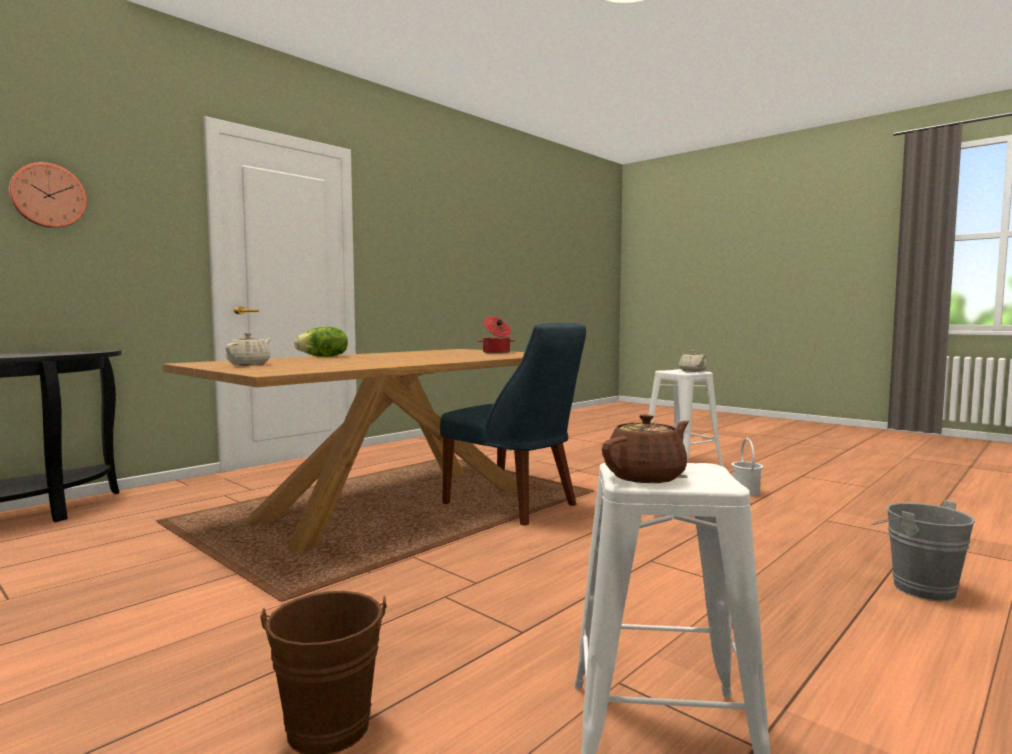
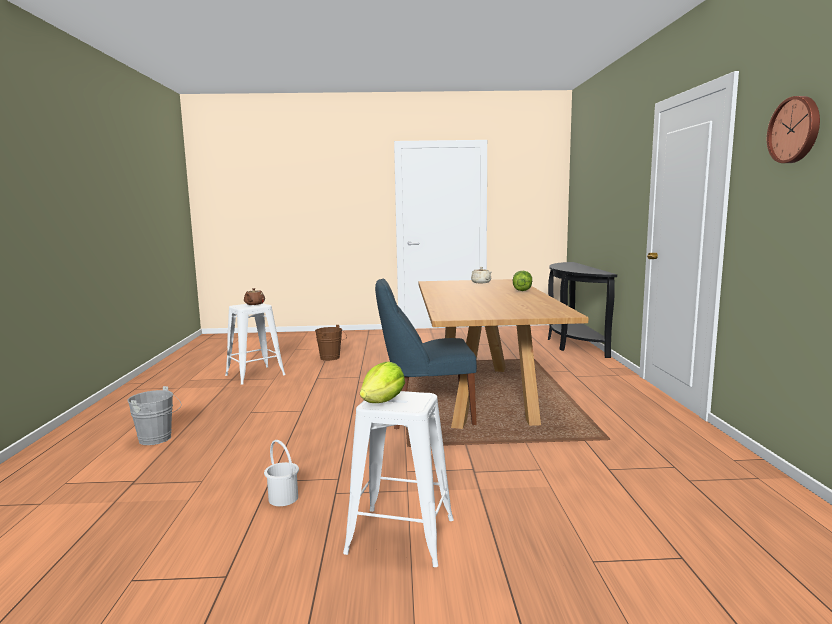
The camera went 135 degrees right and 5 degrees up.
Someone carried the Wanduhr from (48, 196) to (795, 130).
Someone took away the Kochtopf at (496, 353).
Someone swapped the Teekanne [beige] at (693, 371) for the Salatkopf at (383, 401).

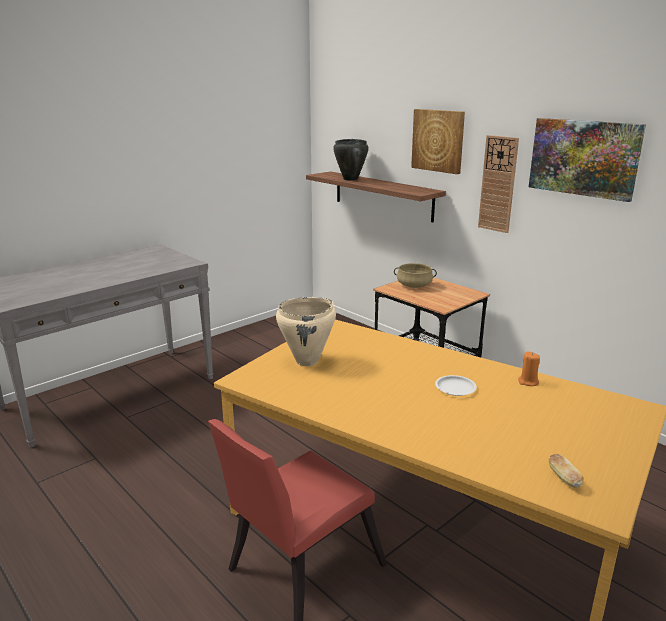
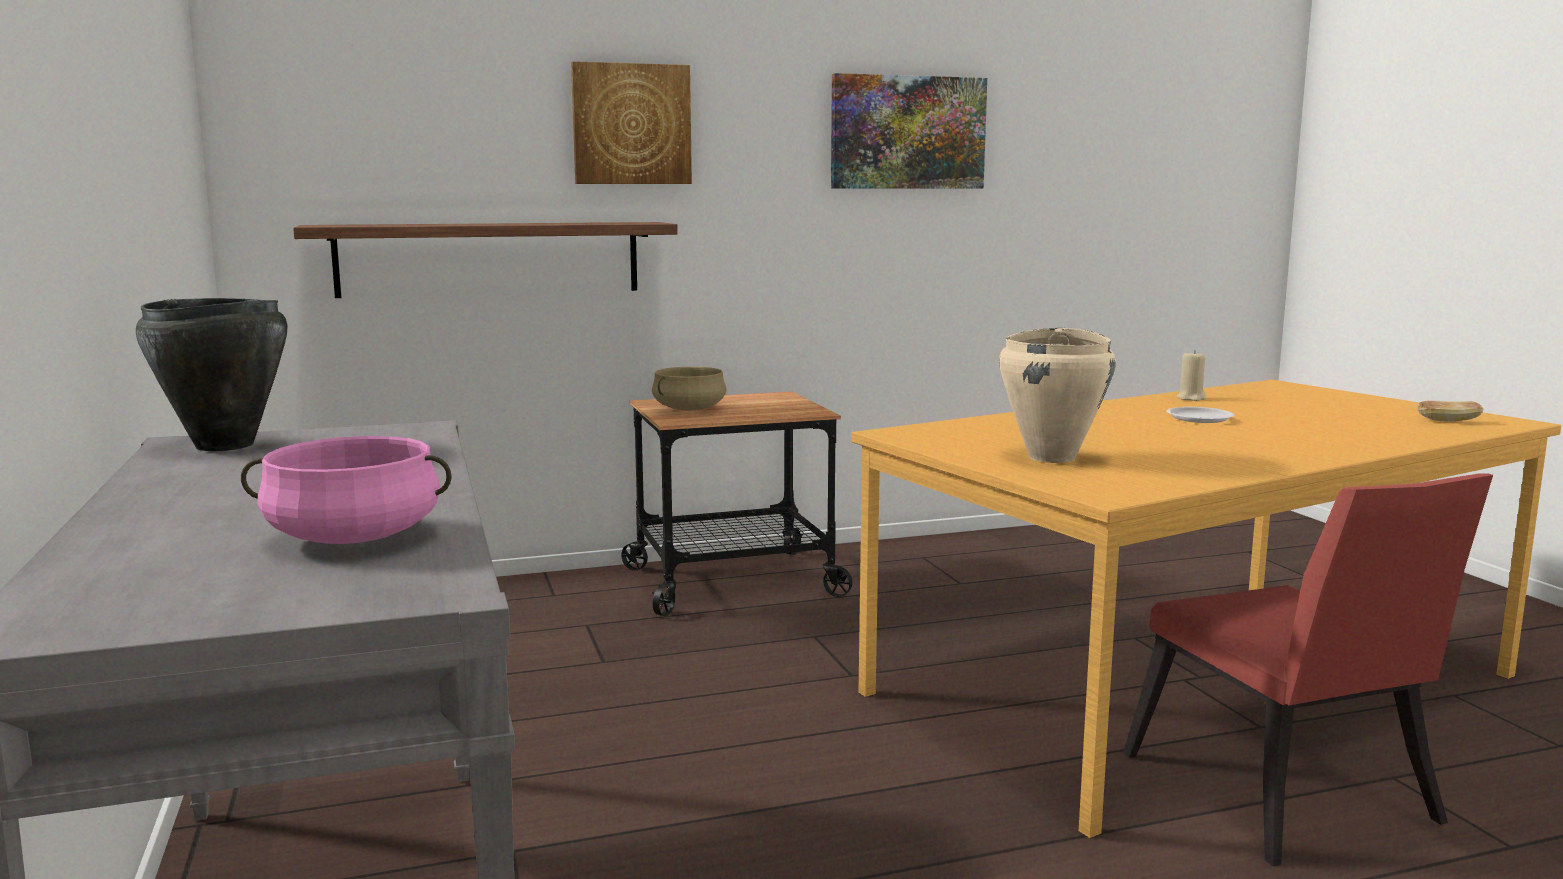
The camera went 65 degrees left and 10 degrees down.
Someone carried the Kochtopf [schwarz] from (350, 179) to (224, 446).
Someone took away the Wanduhr at (498, 184).
Someone repainted the Kerze [orange] at (528, 382), which became the Kerze [beige] at (1191, 398).
Someone put down the Kochtopf [rosa] at (353, 538).

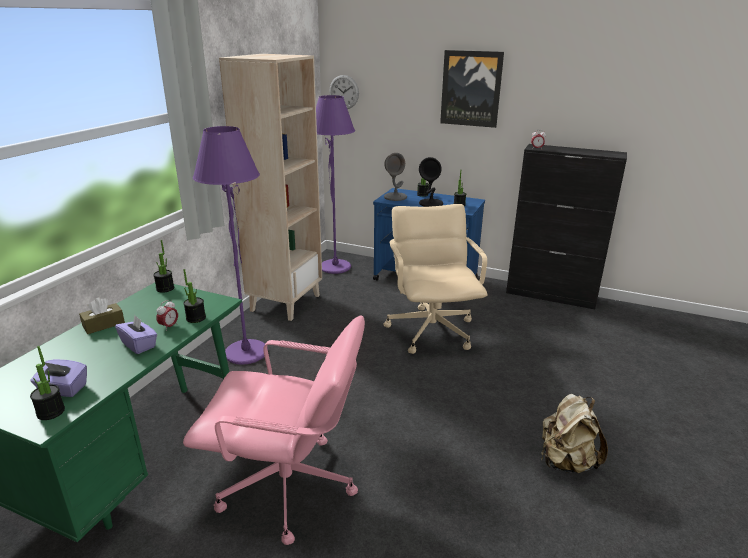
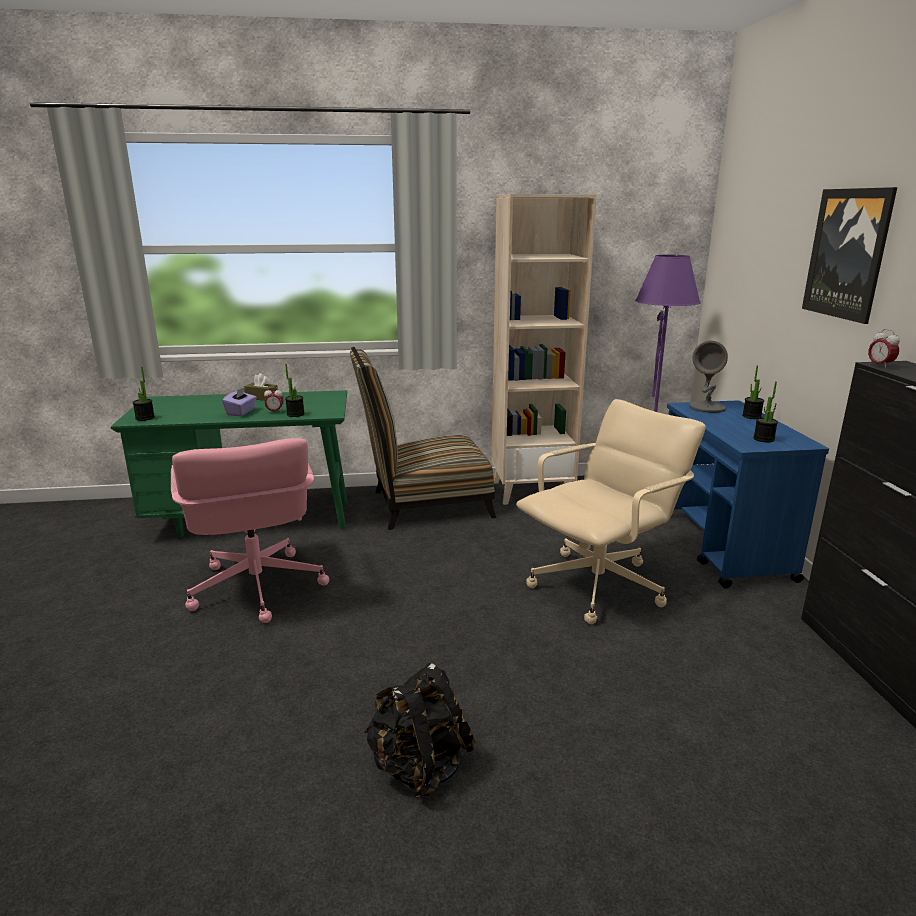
The camera went 60 degrees right and 5 degrees down.
Someone took away the Taschentuchbox [lila] at (63, 389).
Someone took away the Topfpflanze at (165, 288).
Someone swapped the Stehlampe [lila] at (246, 353) for the Stuhl at (423, 505).
Someone took away the Wanduhr at (344, 92).
Someone took away the Tischlampe [schwarz] at (431, 203).
Someone repainted the Rucksack [beige] at (566, 462), which became the Rucksack [schwarz] at (419, 767).

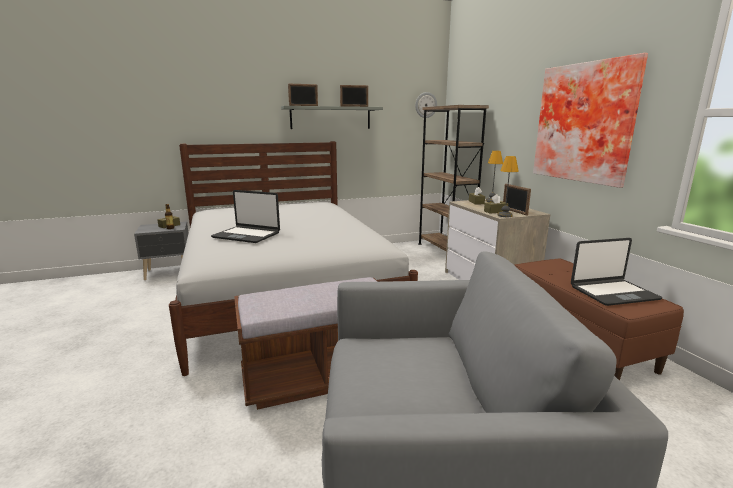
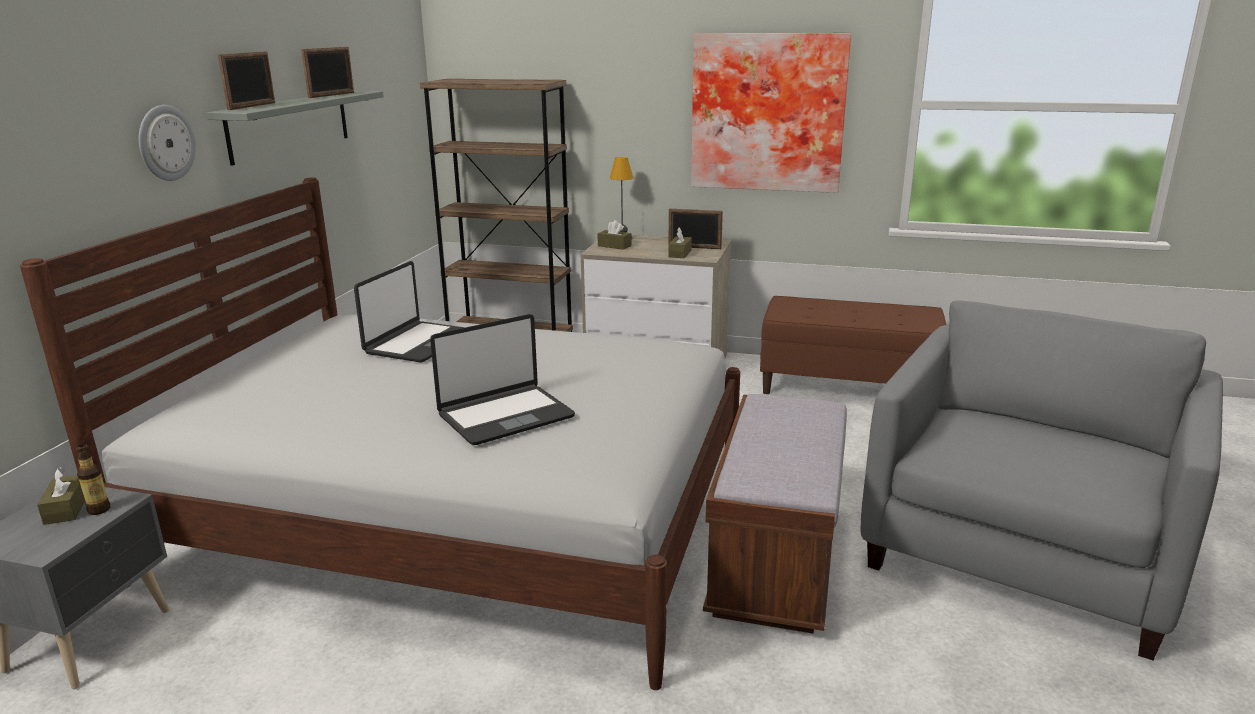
The camera went 55 degrees left and 5 degrees up.
Someone carried the Wanduhr from (425, 105) to (165, 143).
Someone took away the Tischlampe at (505, 215).
Someone carried the Laptop from (613, 293) to (418, 343).

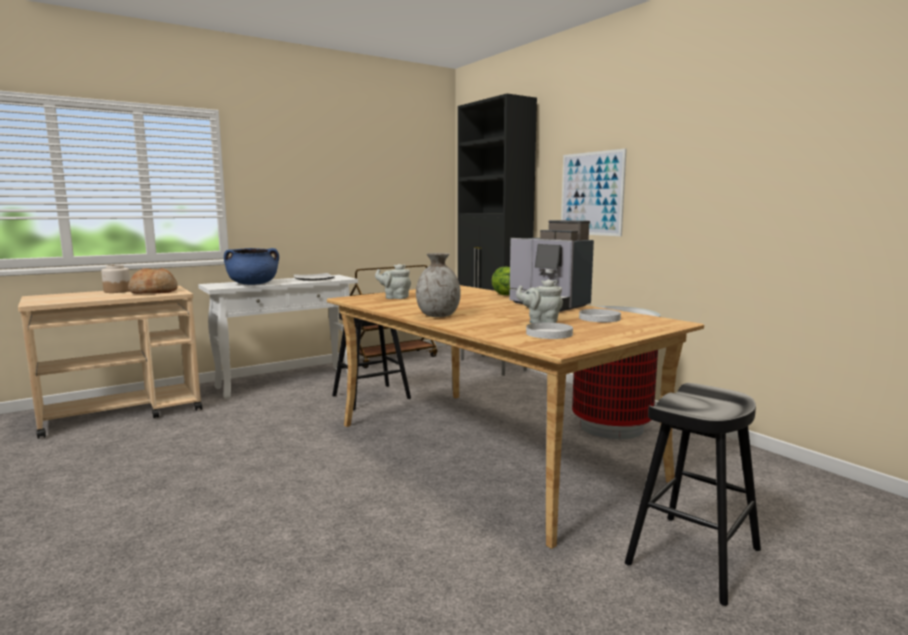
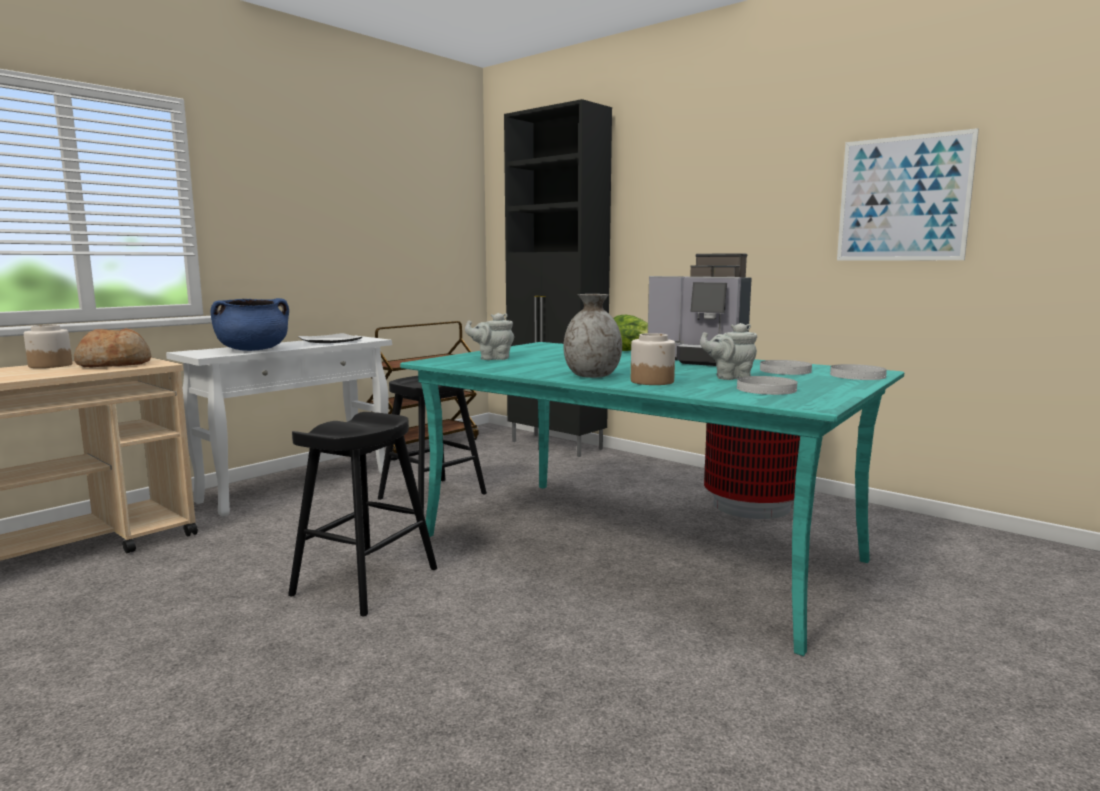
The camera went 15 degrees left and 0 degrees up.
Someone repainted the Esstisch [beige] at (491, 450), which became the Esstisch [türkis] at (638, 547).
Someone carried the Bild from (591, 193) to (903, 199).
Someone carried the Hocker [schwarz] from (694, 556) to (366, 581).
Someone put down the Vorratsglas at (652, 381).
Someone put down the Teller [weiß] at (857, 375).

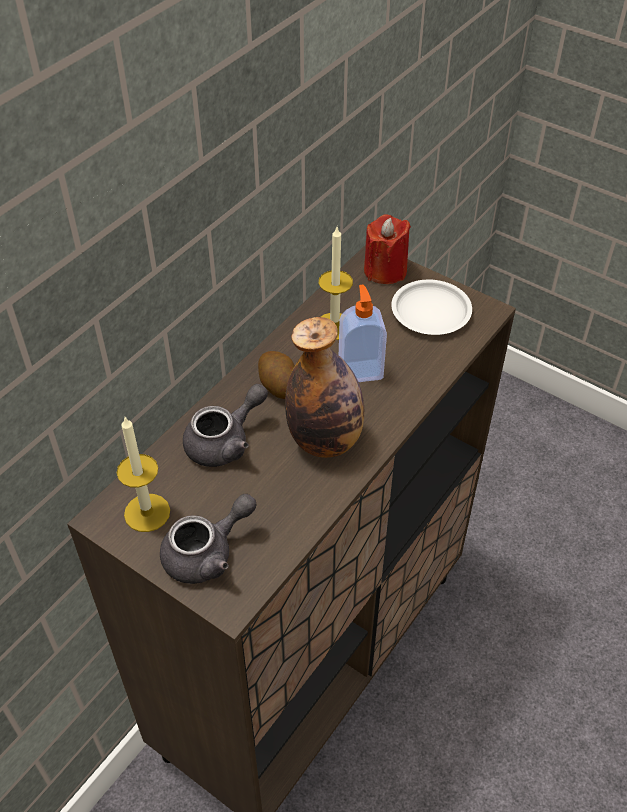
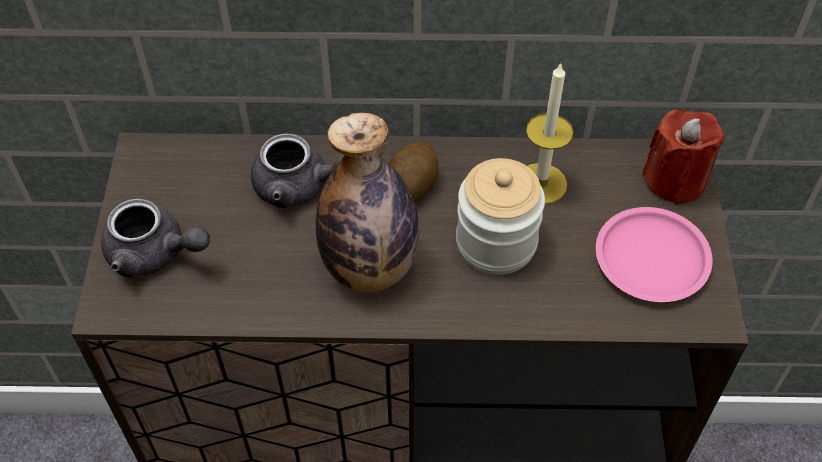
The camera went 55 degrees right and 5 degrees up.
Someone took away the Kerze at (147, 512).
Someone swapped the Seifenspender at (360, 370) for the Vorratsglas at (496, 243).
Someone repainted the Teller [weiß] at (431, 312), which became the Teller [rosa] at (652, 260).

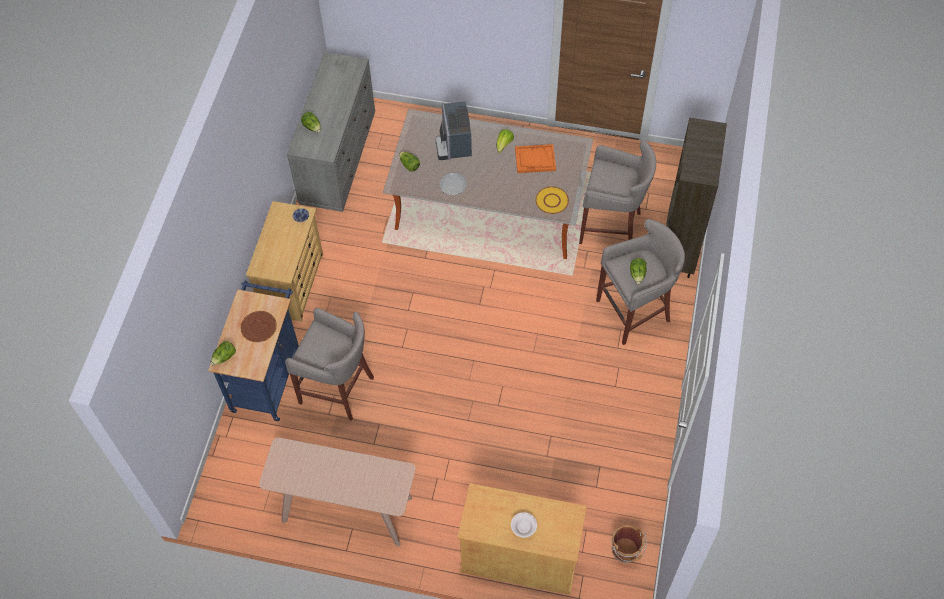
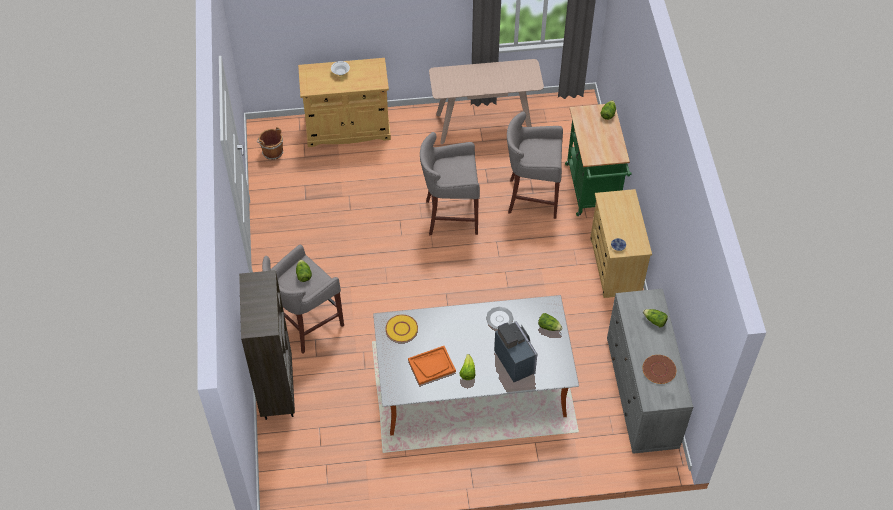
The camera went 160 degrees right and 5 degrees down.
Someone repainted the Rollwagen [blau] at (268, 375), which became the Rollwagen [grün] at (592, 192).
Someone carried the Teller [braun] from (258, 327) to (659, 369).
Someone carried the Hocker [grau] from (612, 227) to (450, 216).

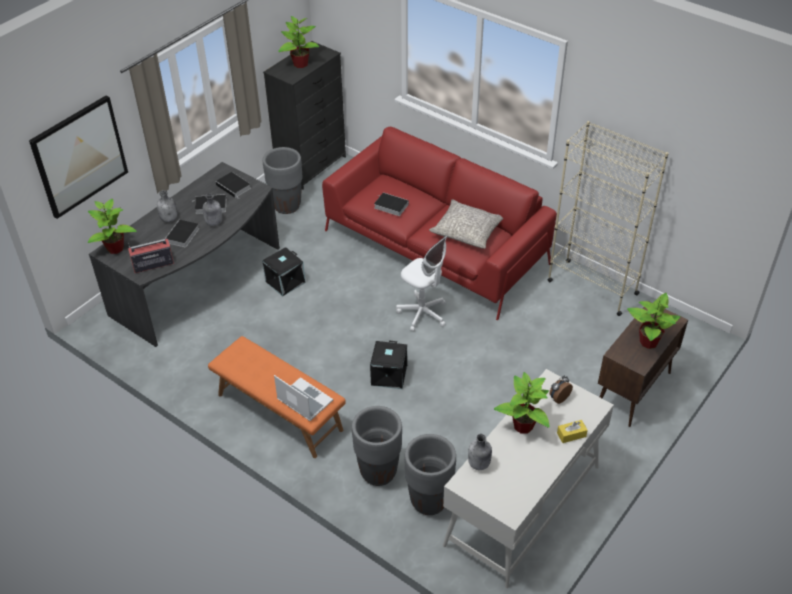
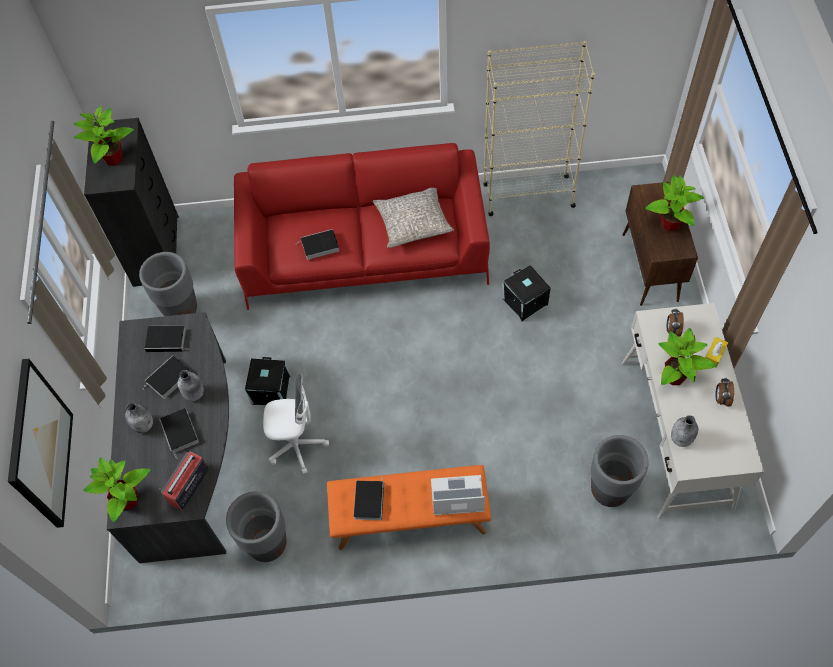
The camera went 40 degrees left and 15 degrees up.
Someone carried the Pflanzkübel [grau] from (378, 472) to (268, 545).
Someone carried the Aufbewahrungsbox [schwarz] from (388, 375) to (524, 302).
Someone carried the Bürostuhl [weiß] from (423, 314) to (297, 446).
Someone put down the Buch at (369, 500).
Someone put down the Wecker at (721, 399).

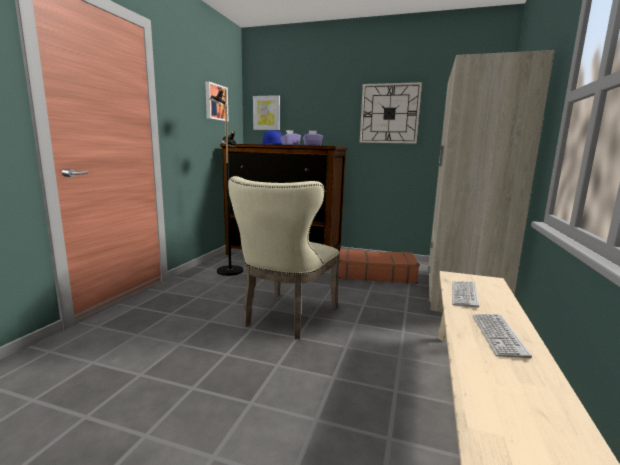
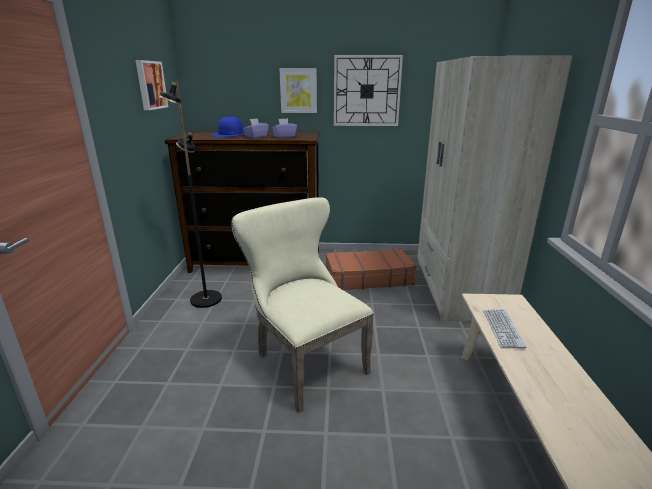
The camera went 15 degrees left and 10 degrees up.
Someone rotated the Stuhl [beige] at (286, 318) by 135 degrees clockwise.
Someone carried the Bild from (266, 113) to (298, 91).
Someone took away the Tastatur at (498, 335).

